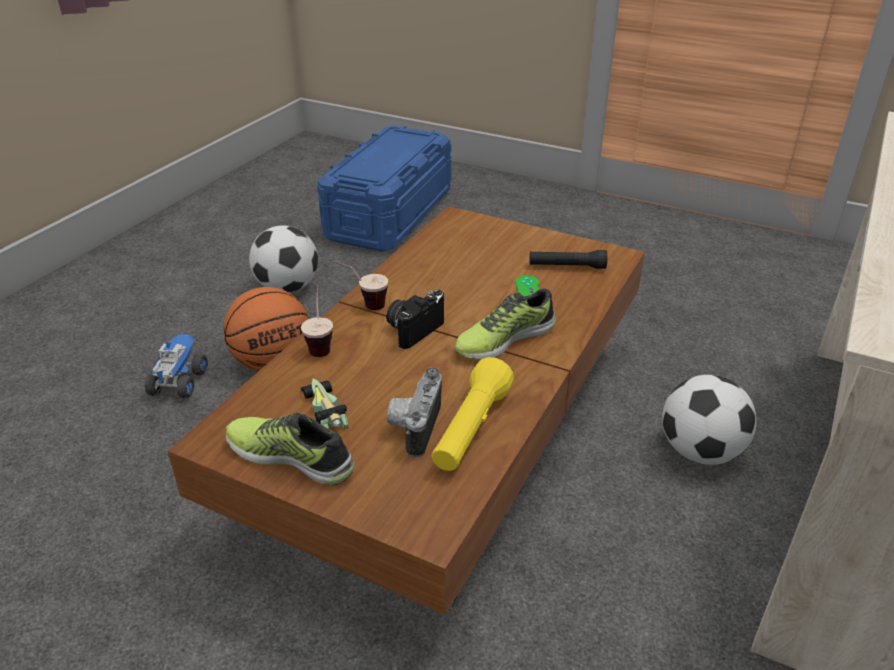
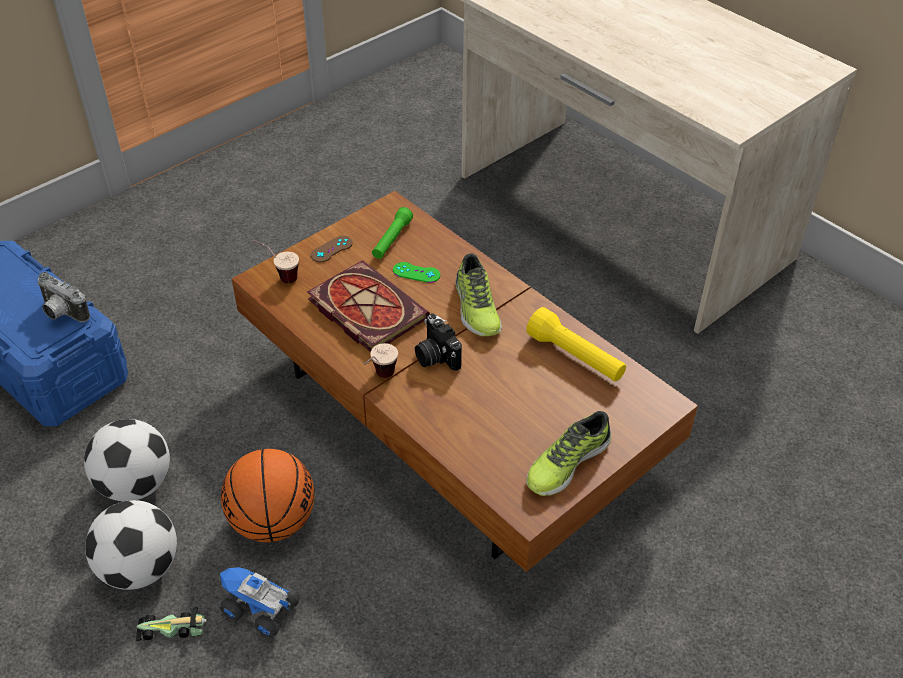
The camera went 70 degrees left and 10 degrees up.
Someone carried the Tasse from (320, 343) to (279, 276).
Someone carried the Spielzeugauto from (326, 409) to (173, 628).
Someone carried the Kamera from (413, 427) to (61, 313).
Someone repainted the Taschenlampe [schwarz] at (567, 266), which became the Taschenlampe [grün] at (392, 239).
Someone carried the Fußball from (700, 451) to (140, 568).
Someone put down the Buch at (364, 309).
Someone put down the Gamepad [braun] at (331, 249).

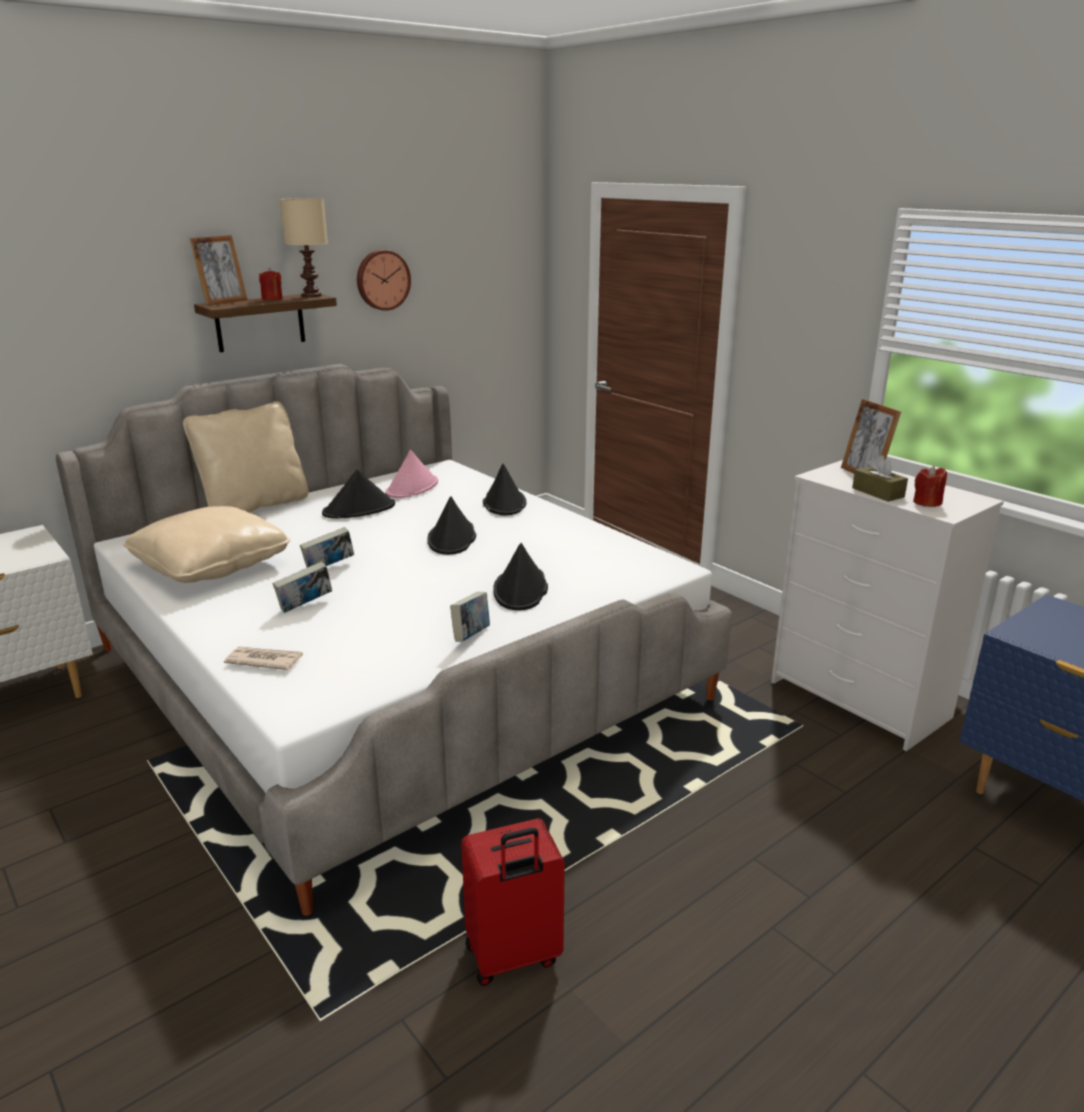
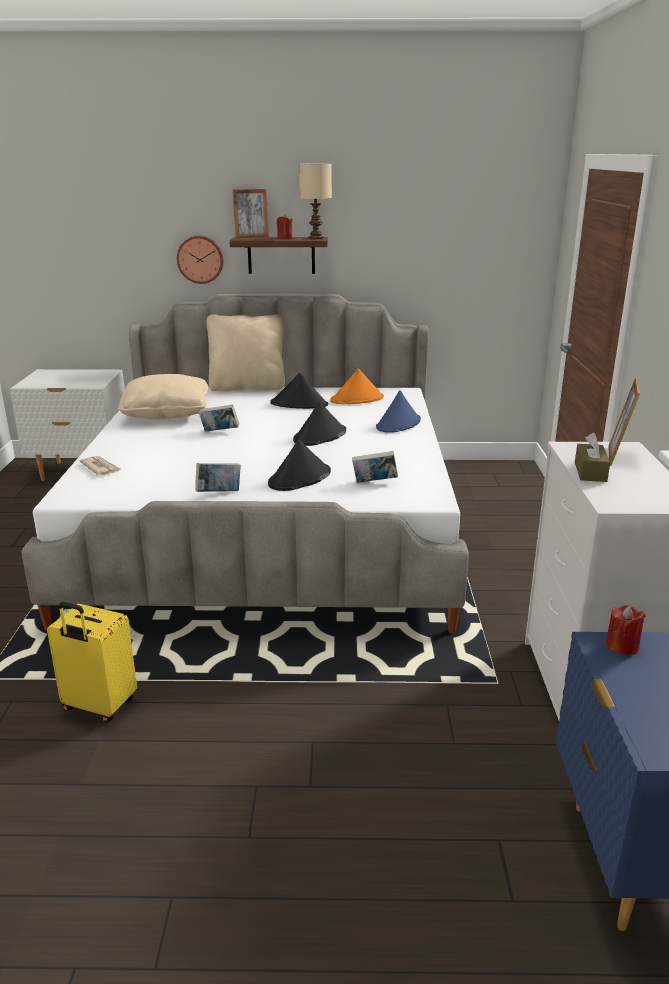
The camera went 40 degrees right and 0 degrees up.
Someone carried the Buch from (305, 606) to (374, 483).
Someone carried the Wanduhr from (382, 280) to (200, 259).
Someone repainted the Hut [rosa] at (412, 488), which became the Hut [orange] at (357, 399).
Someone repainted the Koffer [rot] at (513, 957), which became the Koffer [gelb] at (98, 706).
Someone repainted the Hut [schwarz] at (504, 503), which became the Hut [blau] at (398, 424).
Someone carried the Kerze [rot] from (927, 502) to (622, 646).

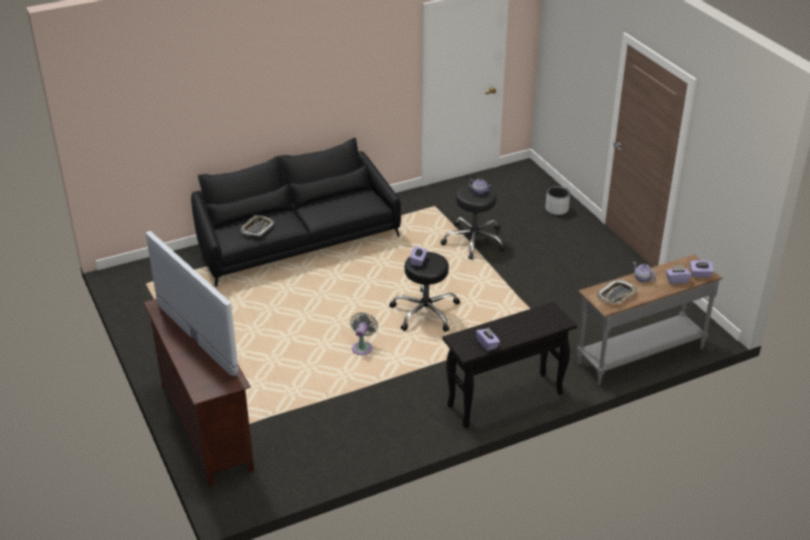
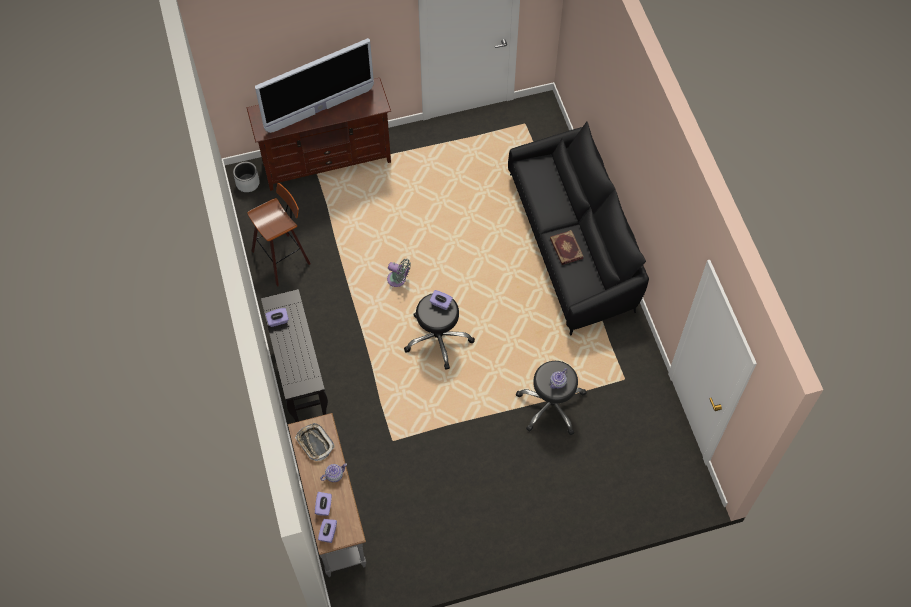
The camera went 100 degrees right and 25 degrees up.
Someone took away the Tablett at (257, 228).
Someone carried the Pflanzkübel [grau] from (557, 209) to (247, 183).
Someone put down the Hocker at (283, 257).
Someone put down the Buch at (565, 248).

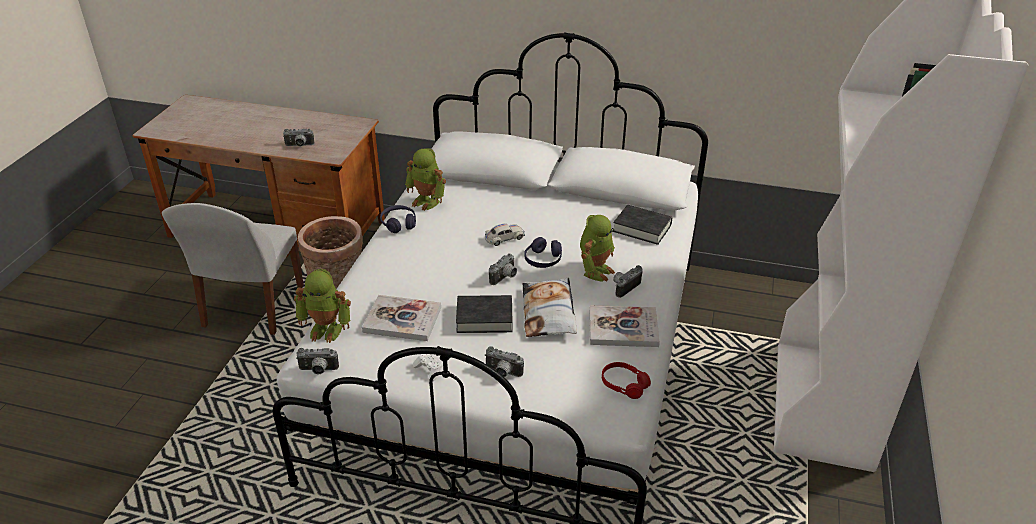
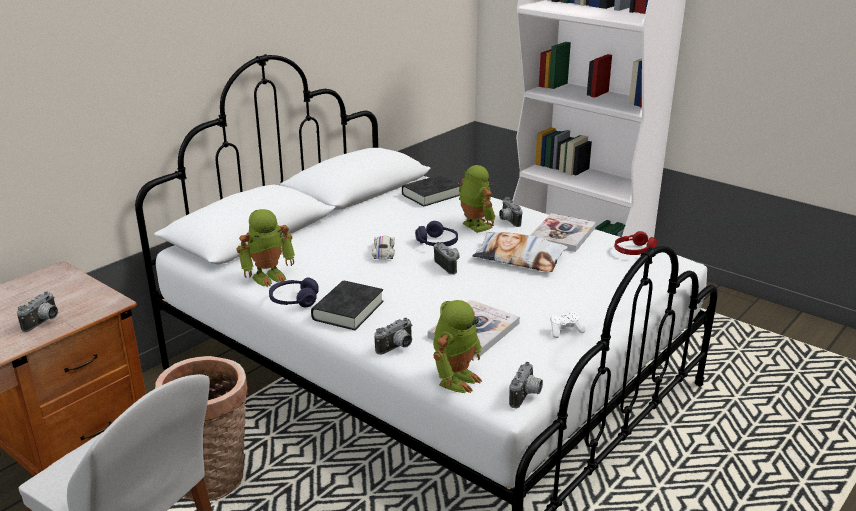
The camera went 65 degrees left and 10 degrees down.
Someone carried the Buch [schwarz] from (484, 318) to (348, 310).
Someone carried the Kamera from (502, 373) to (397, 348).

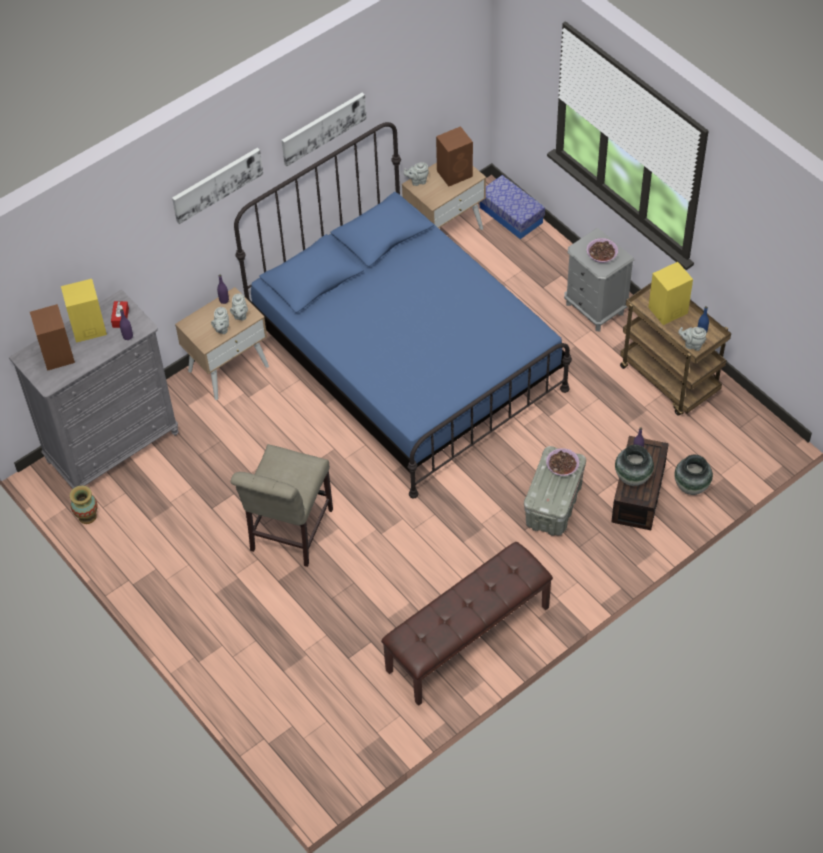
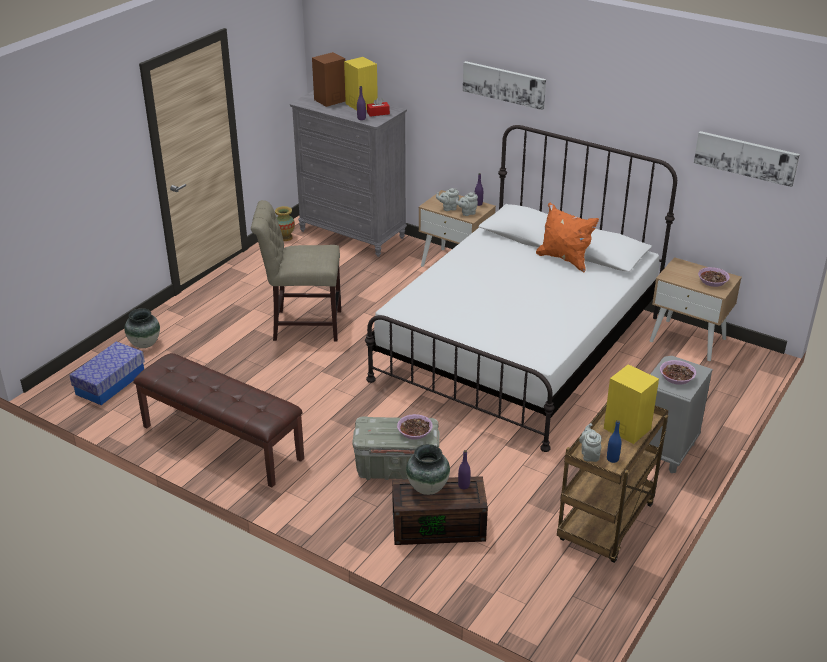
The camera went 70 degrees right and 20 degrees down.
Someone repainted the Bett [blau] at (406, 361), which became the Bett [weiß] at (519, 348).
Someone carried the Bild from (323, 128) to (746, 157).
Someone took away the Teekanne [grau] at (417, 181).
Someone swapped the Lautsprecher [braun] at (455, 173) for the Schüssel at (713, 281).
Someone carried the Aufbewahrungsbox from (511, 215) to (110, 383).
Someone carried the Vase from (691, 486) to (144, 344).
Someone put down the Kissen [orange] at (564, 259).

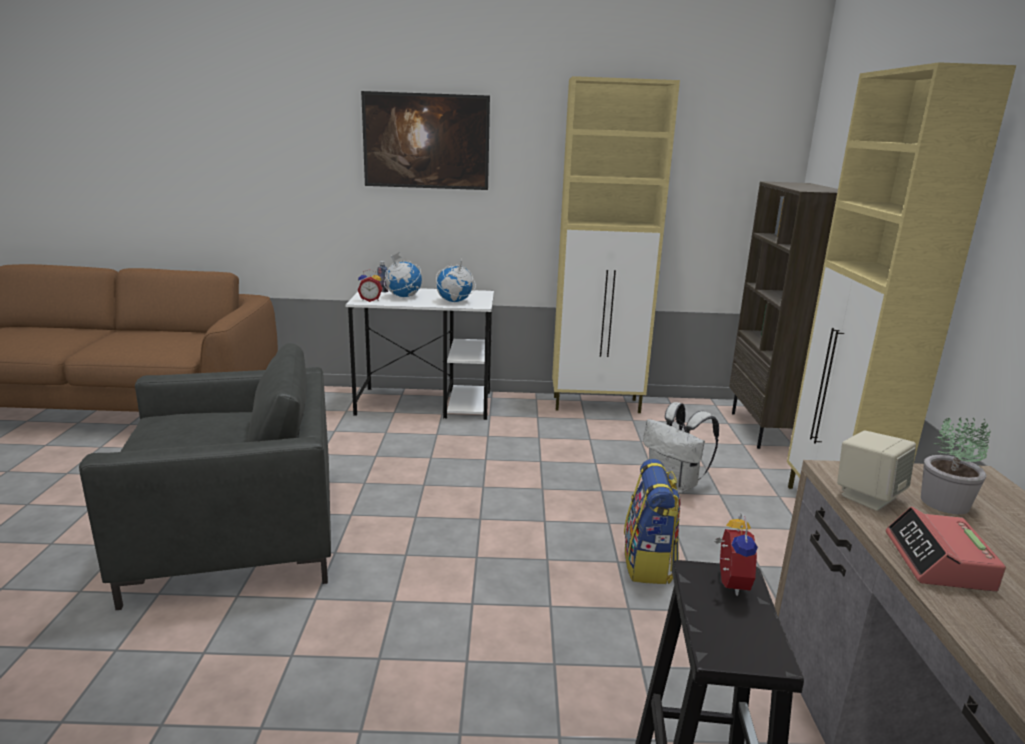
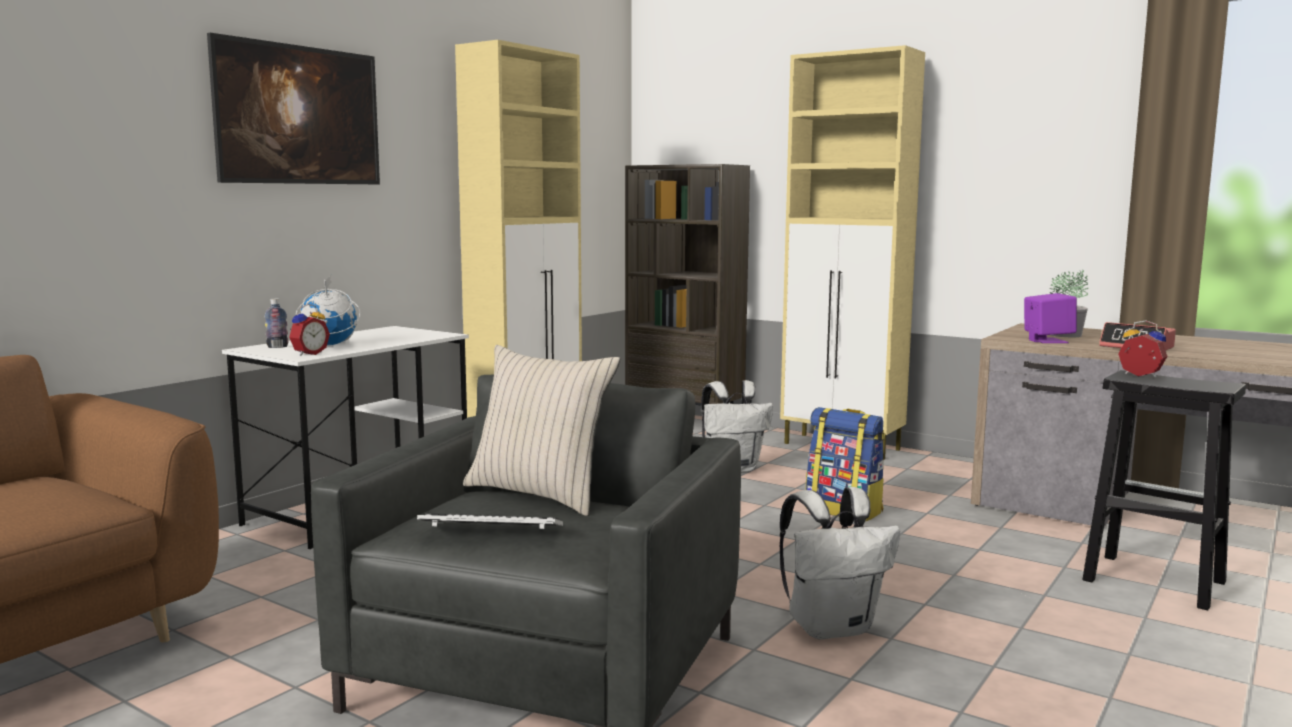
The camera went 55 degrees left and 10 degrees down.
Someone took away the Globus at (454, 301).
Someone repainted the Lautsprecher [beige] at (867, 496), which became the Lautsprecher [lila] at (1047, 341).
Someone put down the Tastatur at (491, 532).
Someone put down the Kissen [beige] at (540, 494).
Someone put down the Rucksack [weiß] at (832, 627).

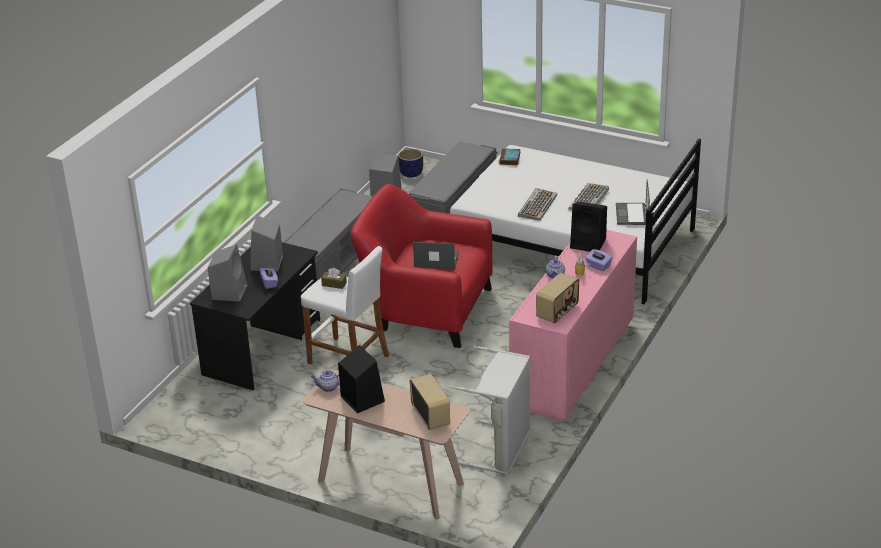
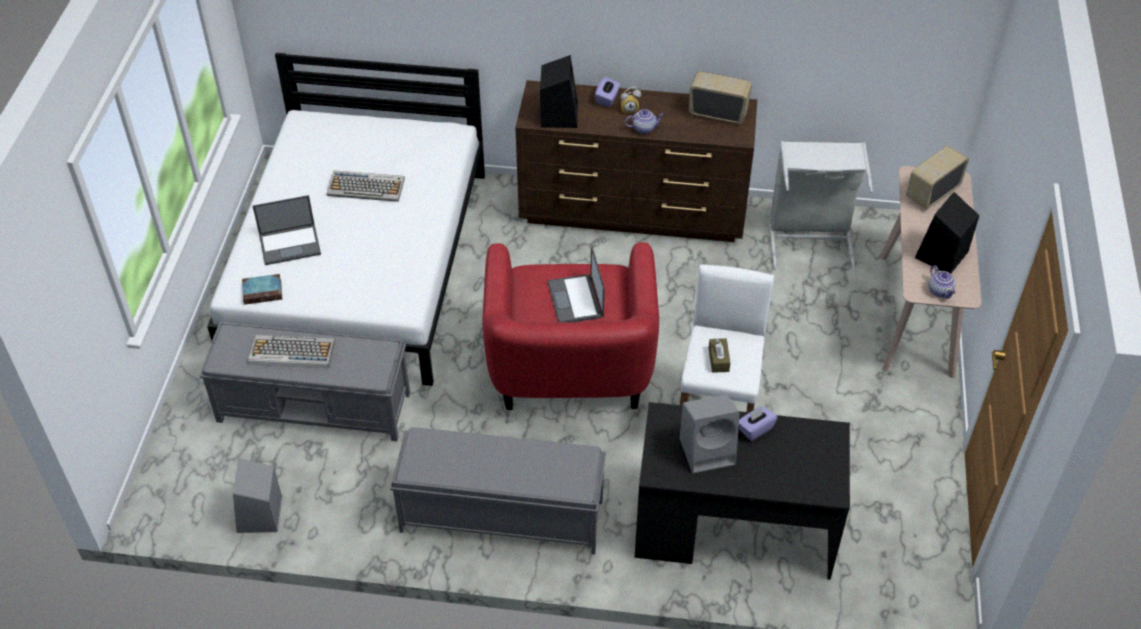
The camera went 110 degrees left and 15 degrees up.
Someone took away the Lautsprecher [grau] at (229, 291).
Someone took away the Pflanzkübel at (411, 173).
Someone repainted the Kommode [rosa] at (572, 366), which became the Kommode [braun] at (634, 212).
Someone carried the Tastatur from (537, 205) to (291, 353).
Someone carried the Laptop from (632, 214) to (290, 244).

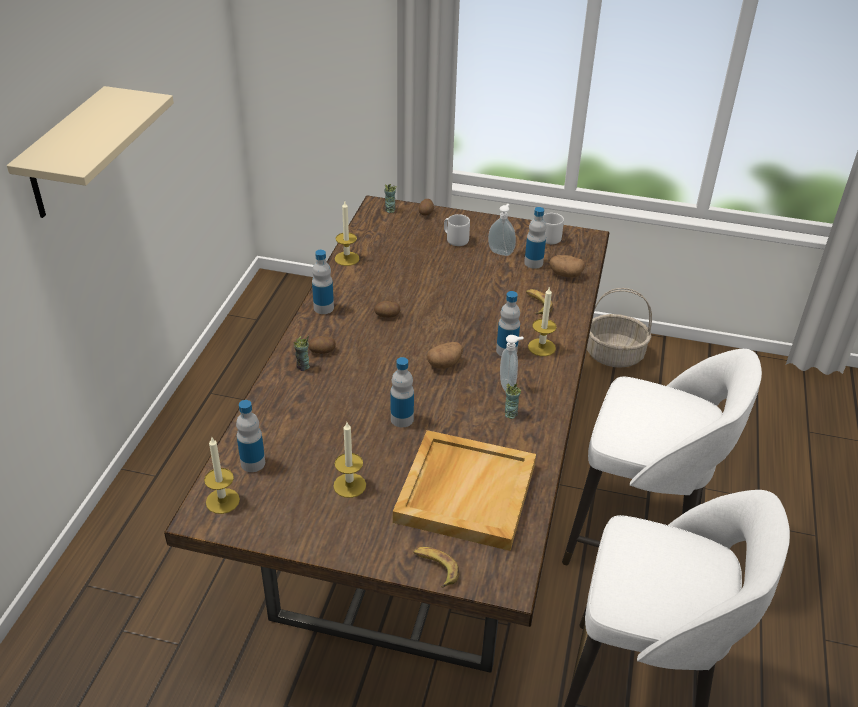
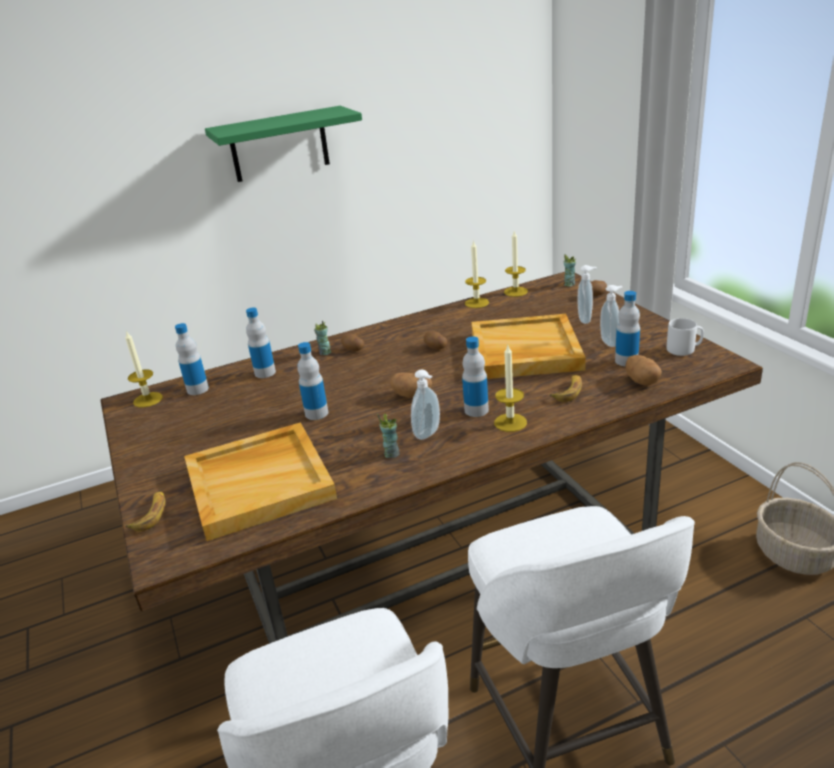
The camera went 55 degrees right and 10 degrees down.
Someone repainted the Wandregal [beige] at (66, 155), which became the Wandregal [grün] at (279, 145).
Someone carried the Flasche from (323, 308) to (265, 373).
Someone carried the Kerze from (349, 485) to (515, 291).
Someone swapped the Henkelbecher [grau] at (455, 239) for the Seifenspender at (586, 320).
Someone put down the Tablett [beige] at (524, 351).

